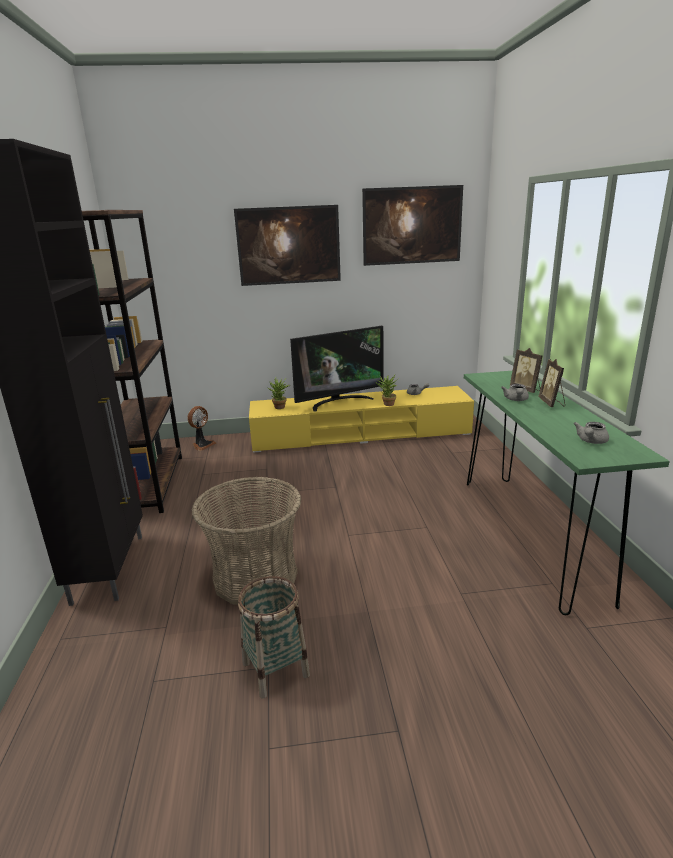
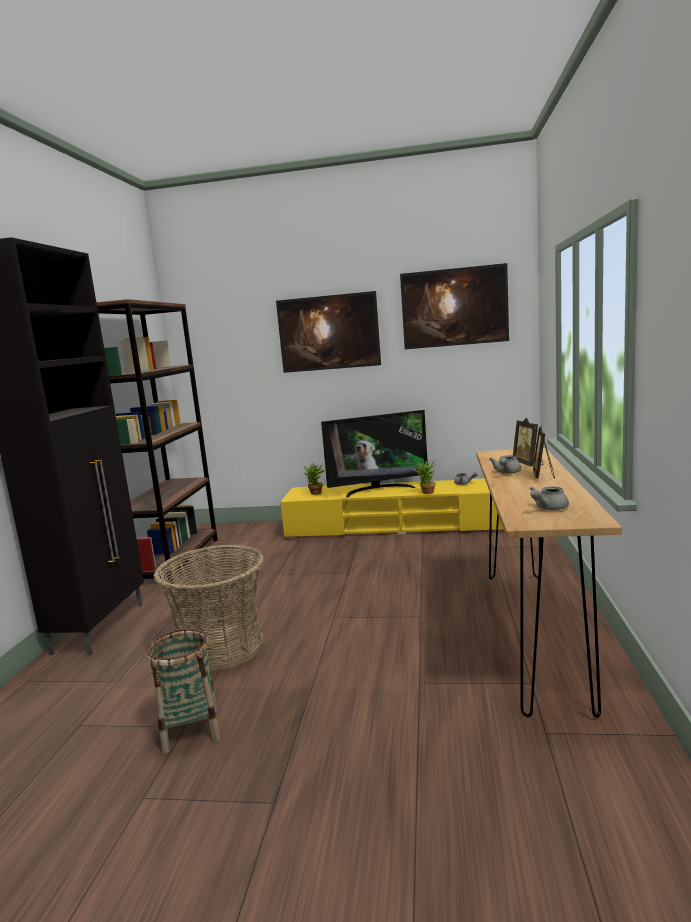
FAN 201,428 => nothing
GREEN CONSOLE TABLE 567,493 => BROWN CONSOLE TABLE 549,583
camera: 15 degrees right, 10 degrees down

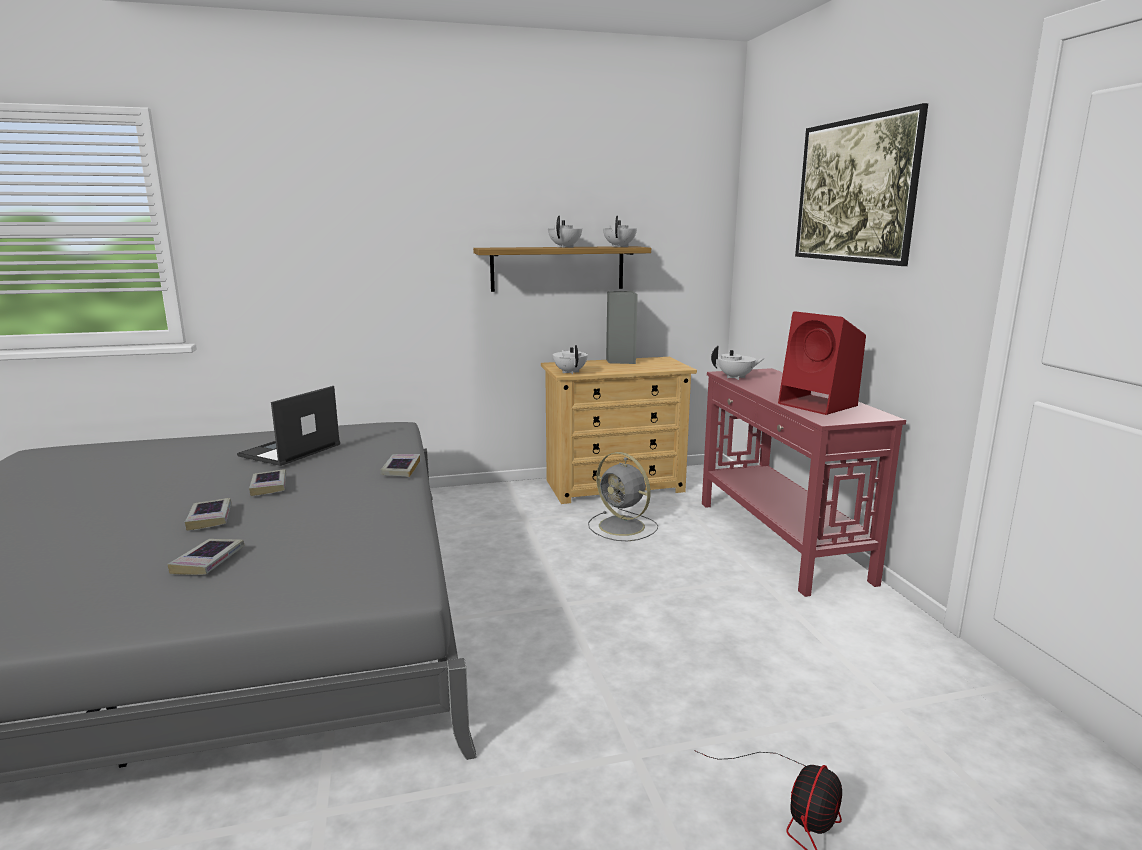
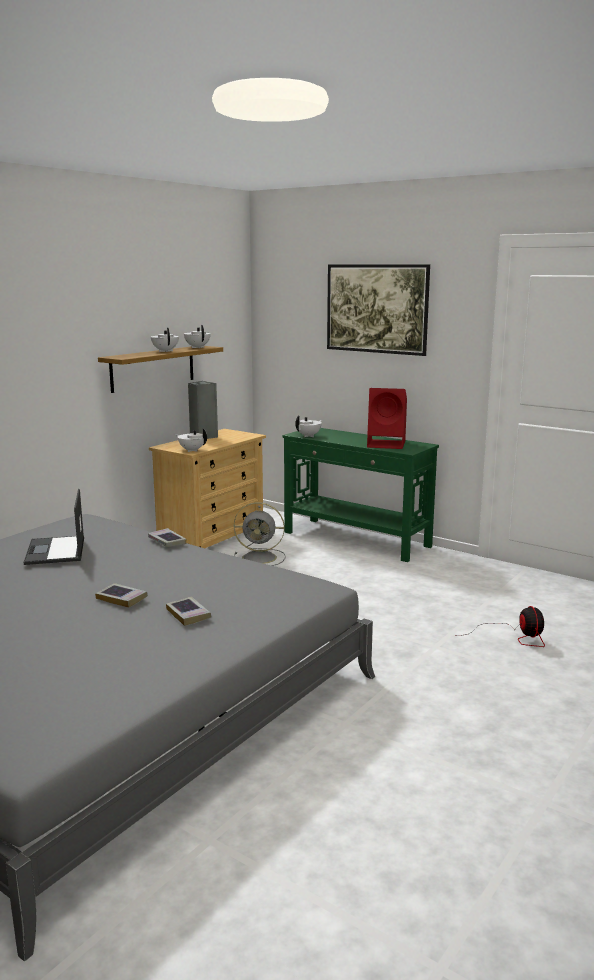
BOOK 267,482 => nothing
RED CONSOLE TABLE 804,482 => GREEN CONSOLE TABLE 360,495
camera: 40 degrees left, 0 degrees up

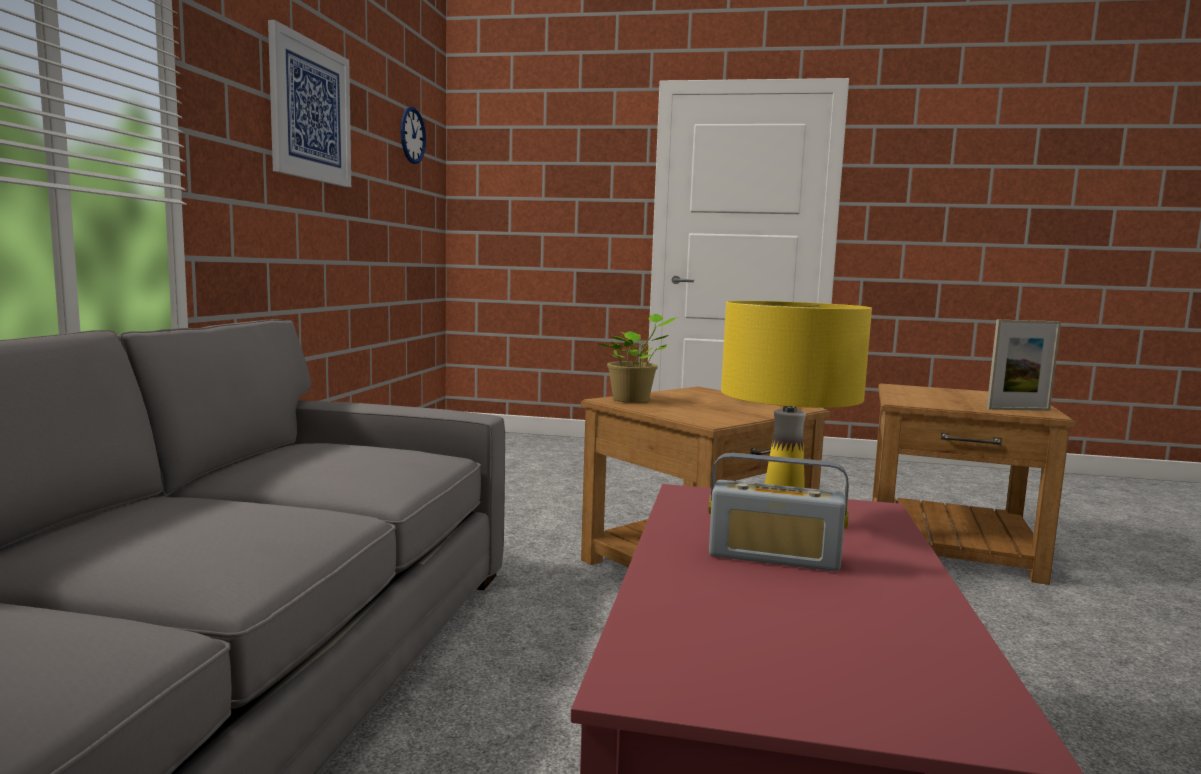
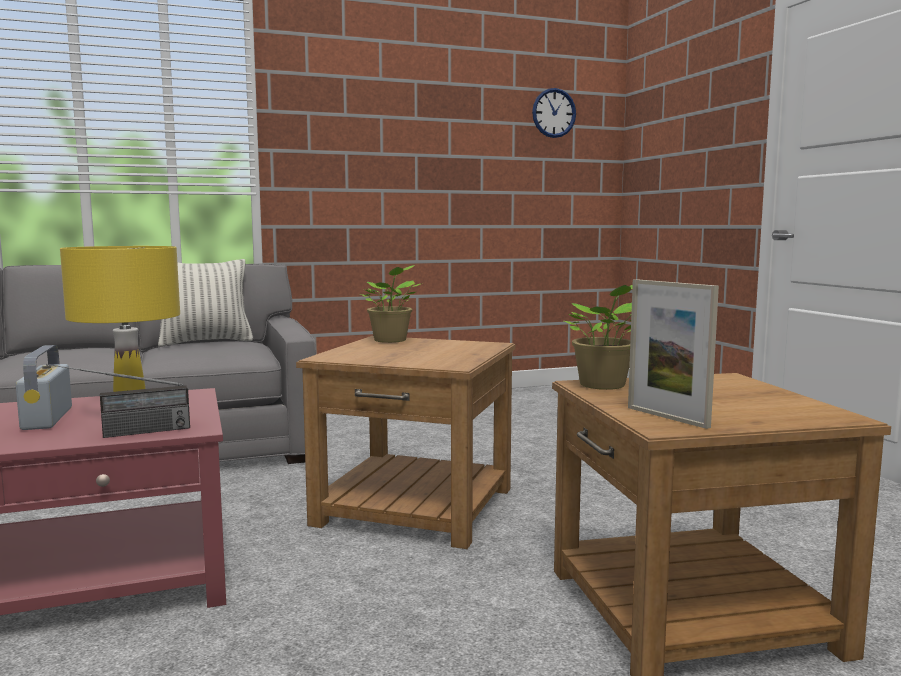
PICTURE 309,103 => nothing
nothing => RADIO 118,401
nothing => PILLOW 205,302
nothing => POTTED PLANT 598,337
camera: 60 degrees right, 0 degrees up

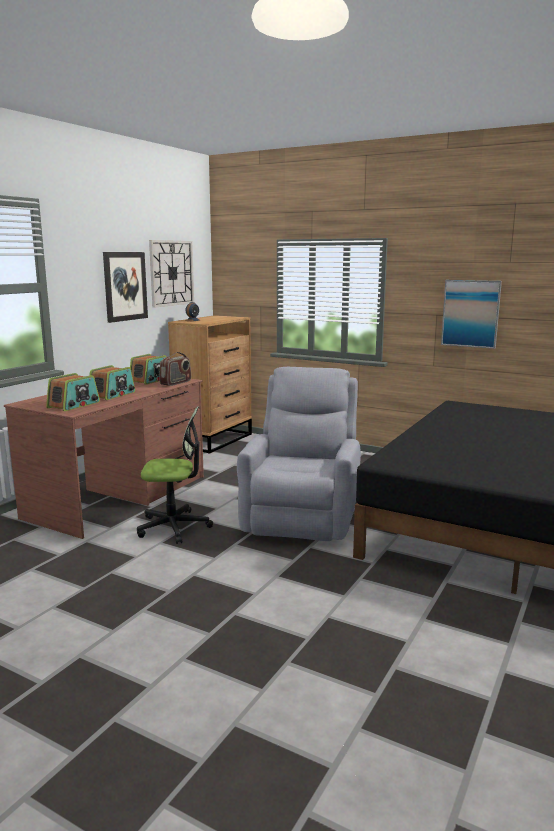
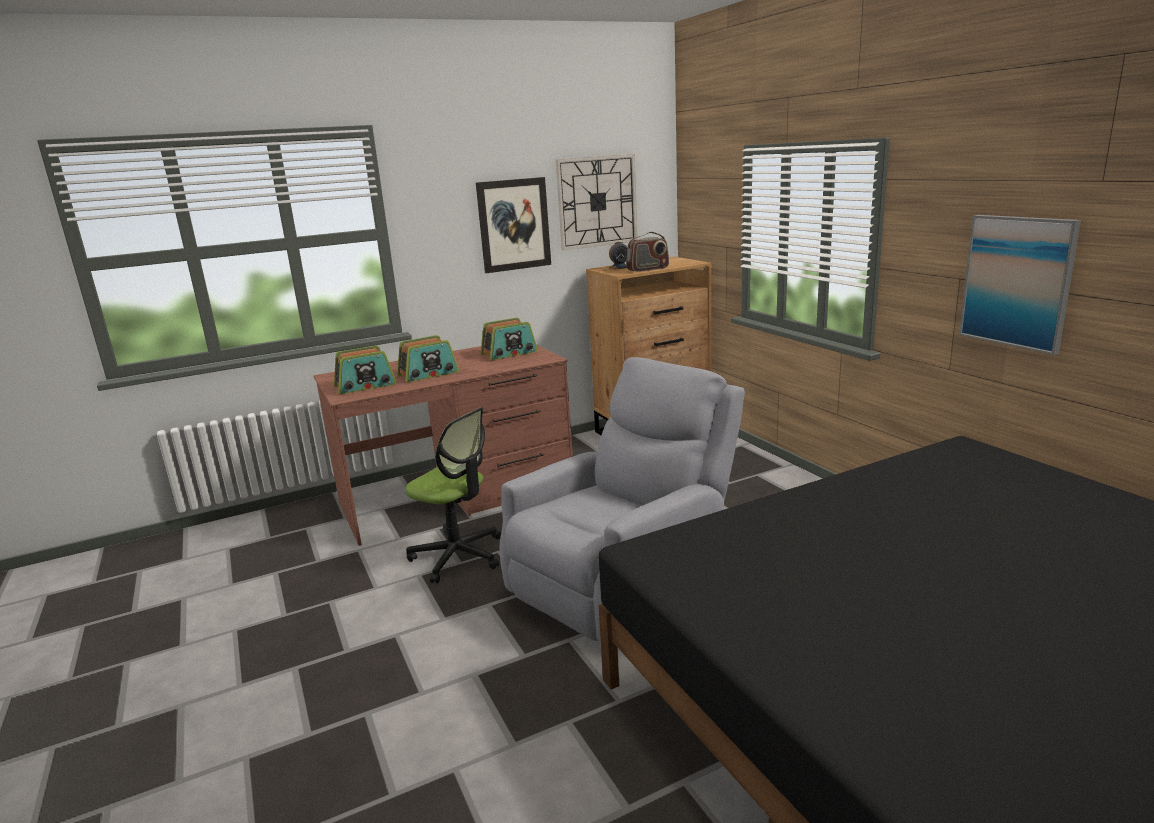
RADIO 175,369 => RADIO 647,252, shifted
camera: 35 degrees right, 5 degrees up

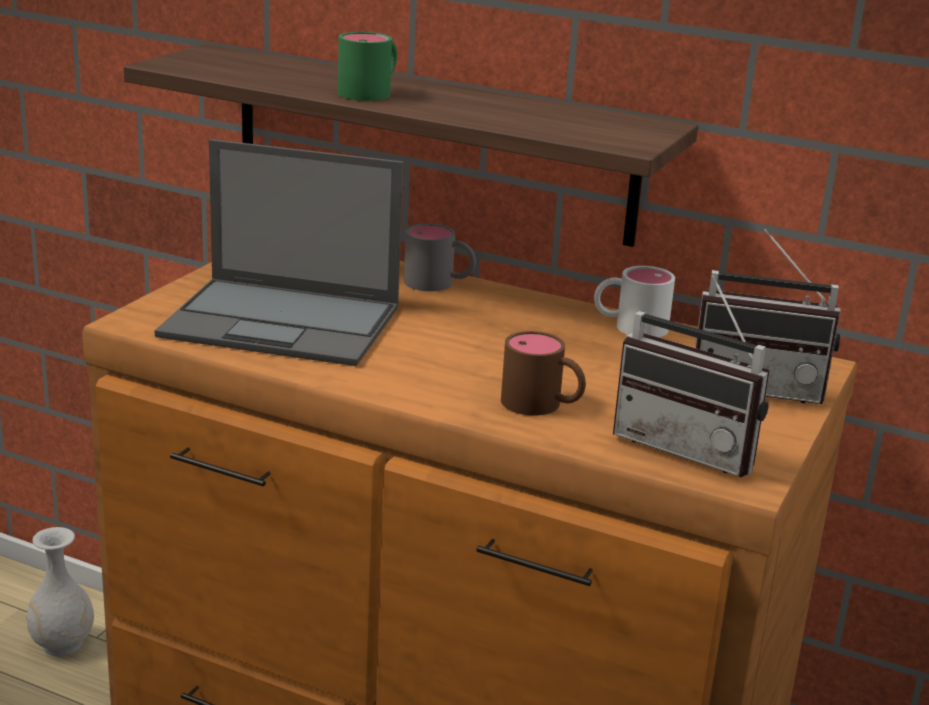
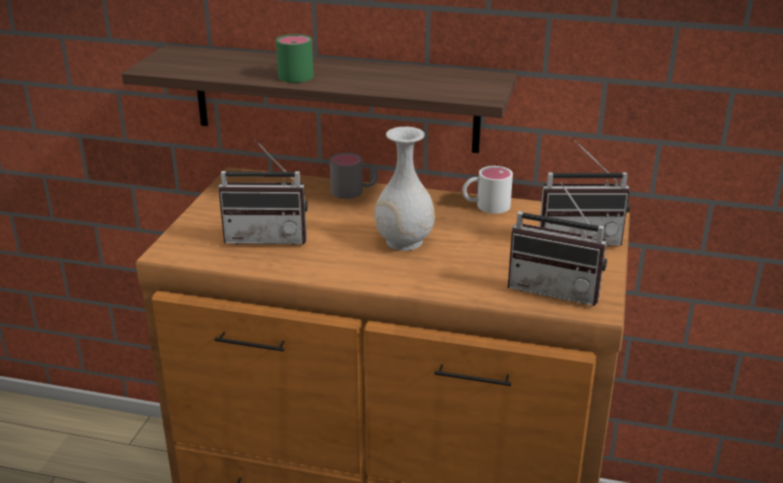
BROWN MUG 543,373 => nothing
WHITE VASE 60,591 => WHITE VASE 404,189, shifted
LAPTOP 279,252 => RADIO 263,192
camera: 10 degrees left, 5 degrees up

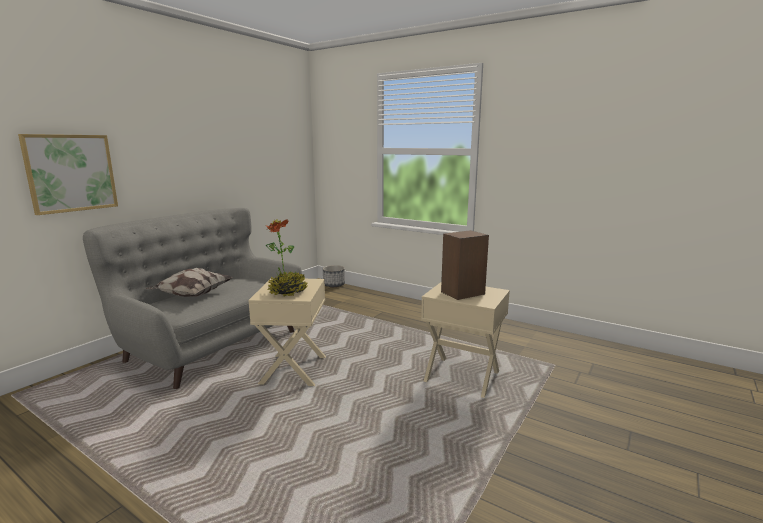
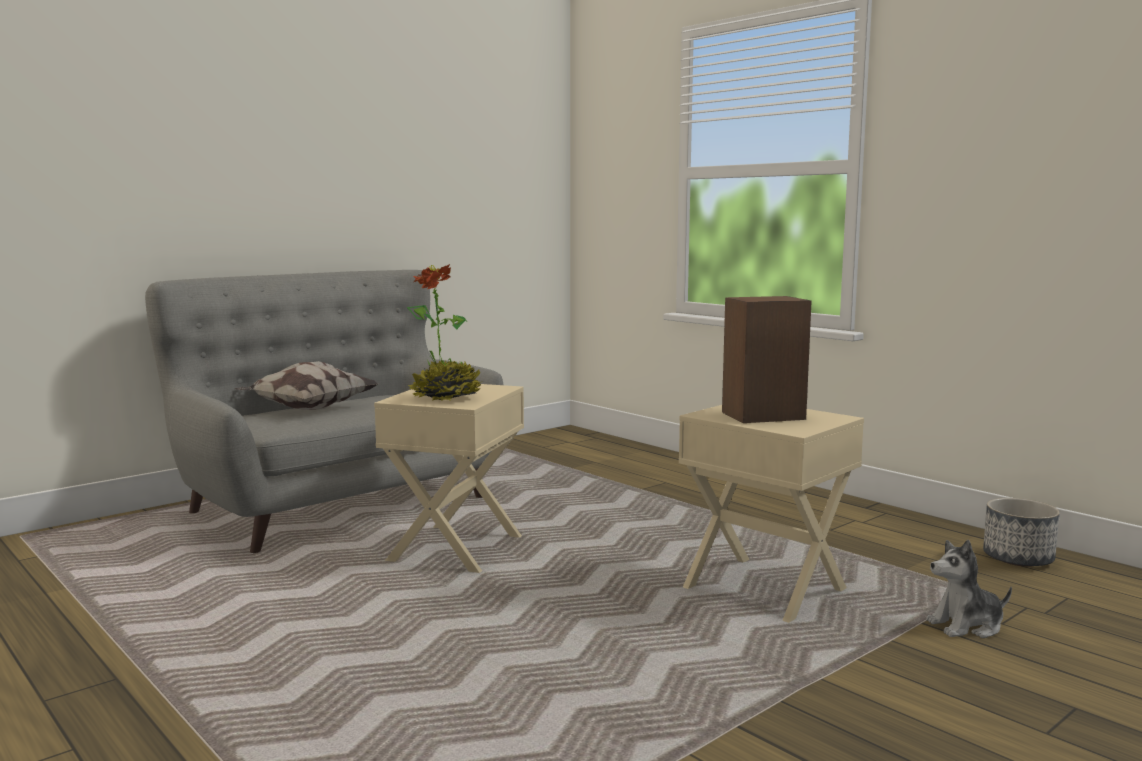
PICTURE 68,174 => nothing
nothing => PLUSH TOY 969,589
PLANTER 334,276 => PLANTER 1021,532, shifted
camera: 15 degrees right, 5 degrees down

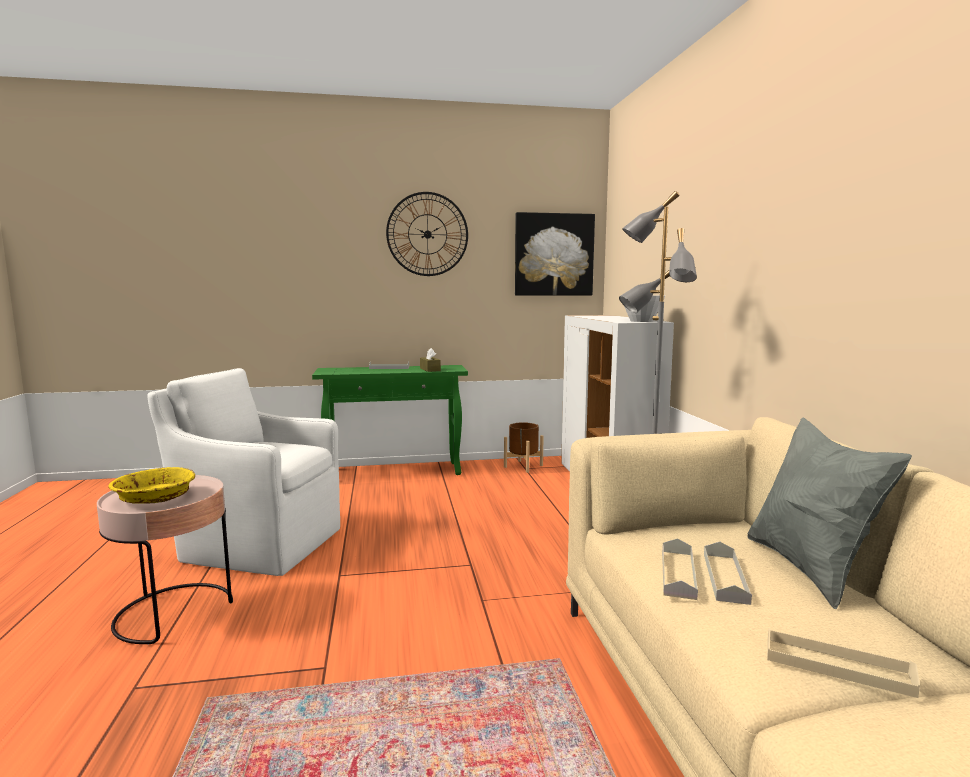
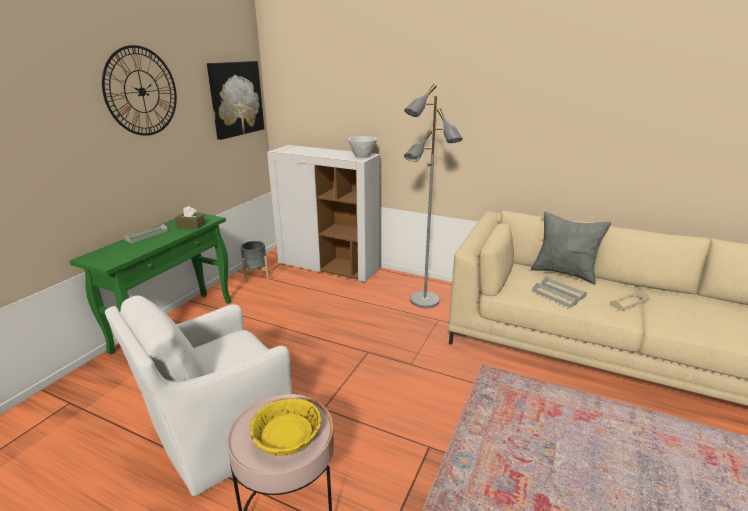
BROWN PLANTER 524,447 => GREY PLANTER 255,261
camera: 55 degrees left, 15 degrees up

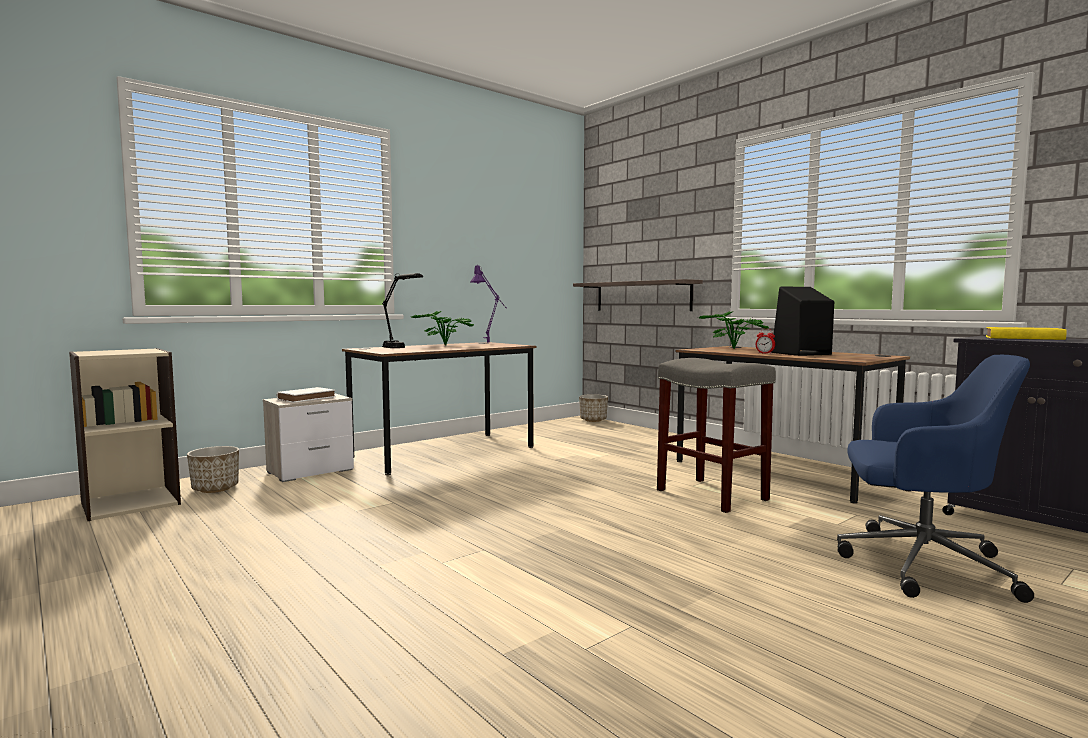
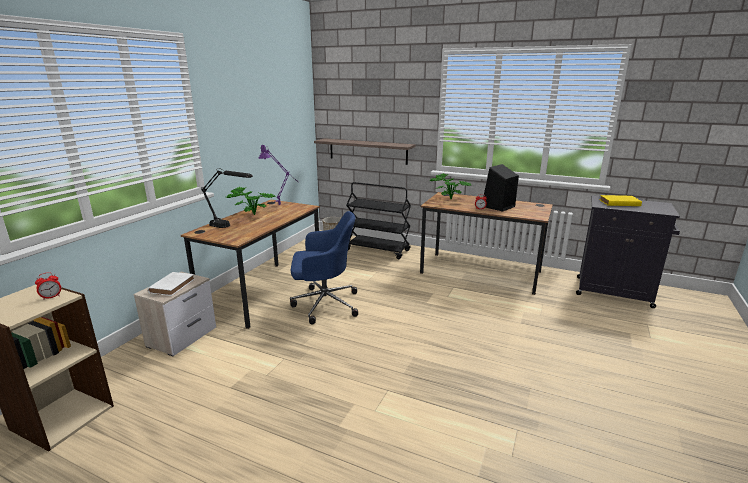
PLANTER 213,469 => nothing
GREY STOOL 716,435 => nothing
nothing => ALARM CLOCK 48,286
nothing => BLACK CART 378,220
BLUE OFFICE CHAIR 935,479 => BLUE OFFICE CHAIR 324,267, shifted
camera: 25 degrees left, 15 degrees up

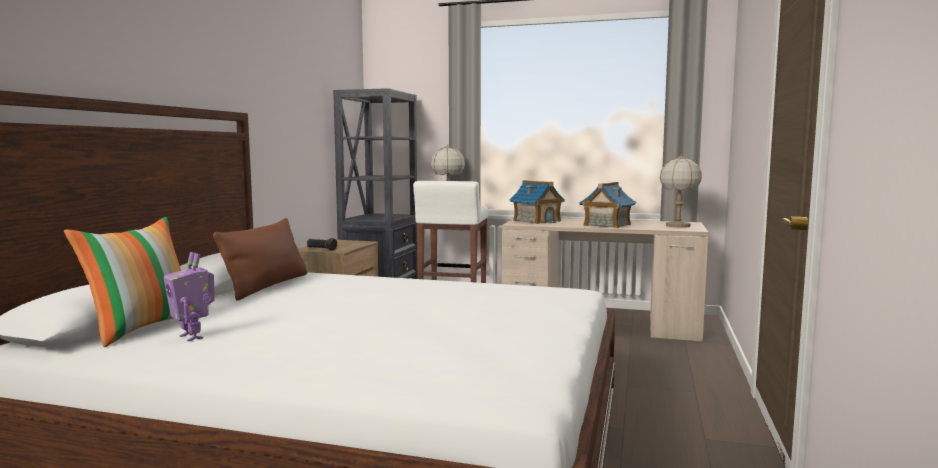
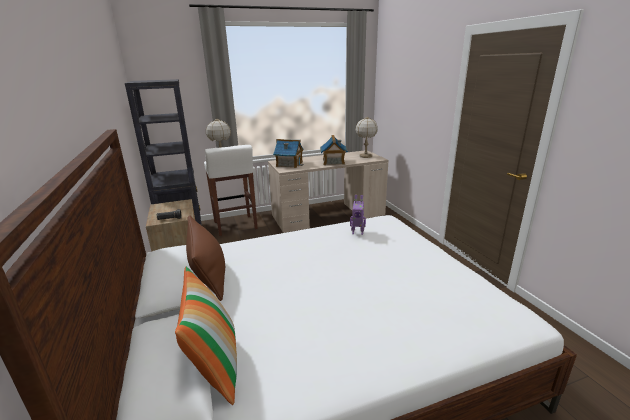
TOY ROBOT 189,296 => TOY ROBOT 358,215, shifted
camera: 35 degrees left, 15 degrees up

